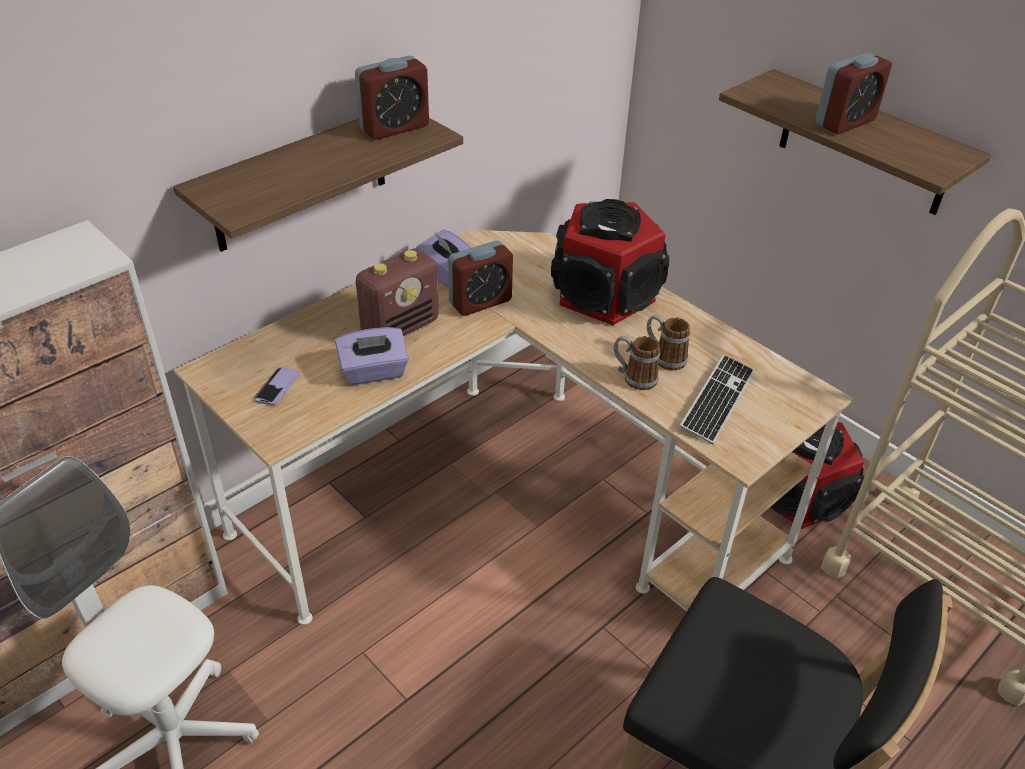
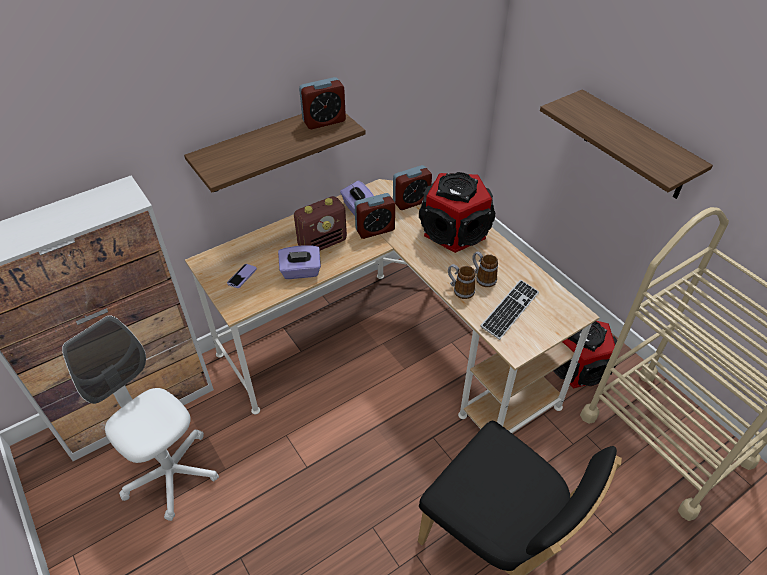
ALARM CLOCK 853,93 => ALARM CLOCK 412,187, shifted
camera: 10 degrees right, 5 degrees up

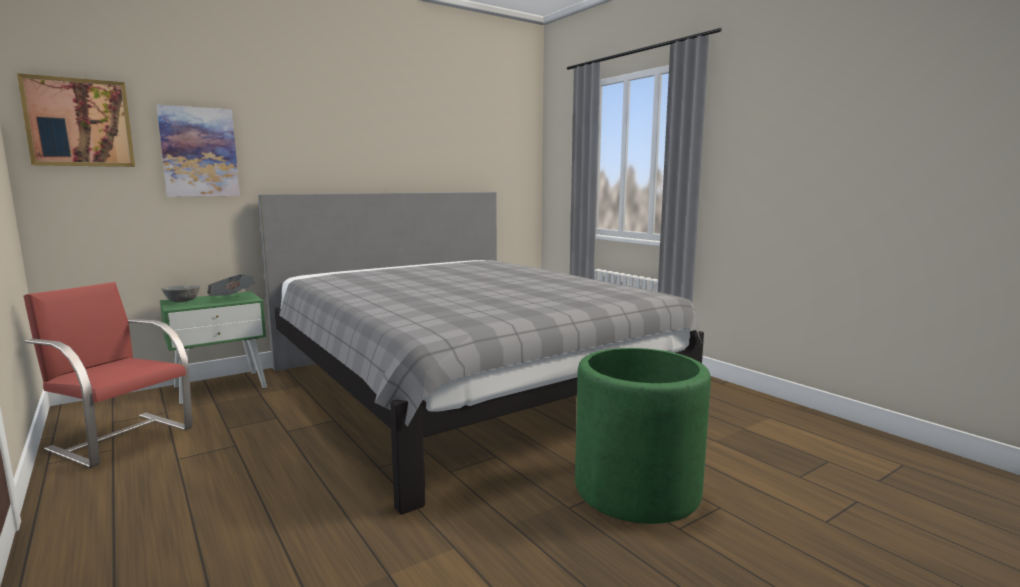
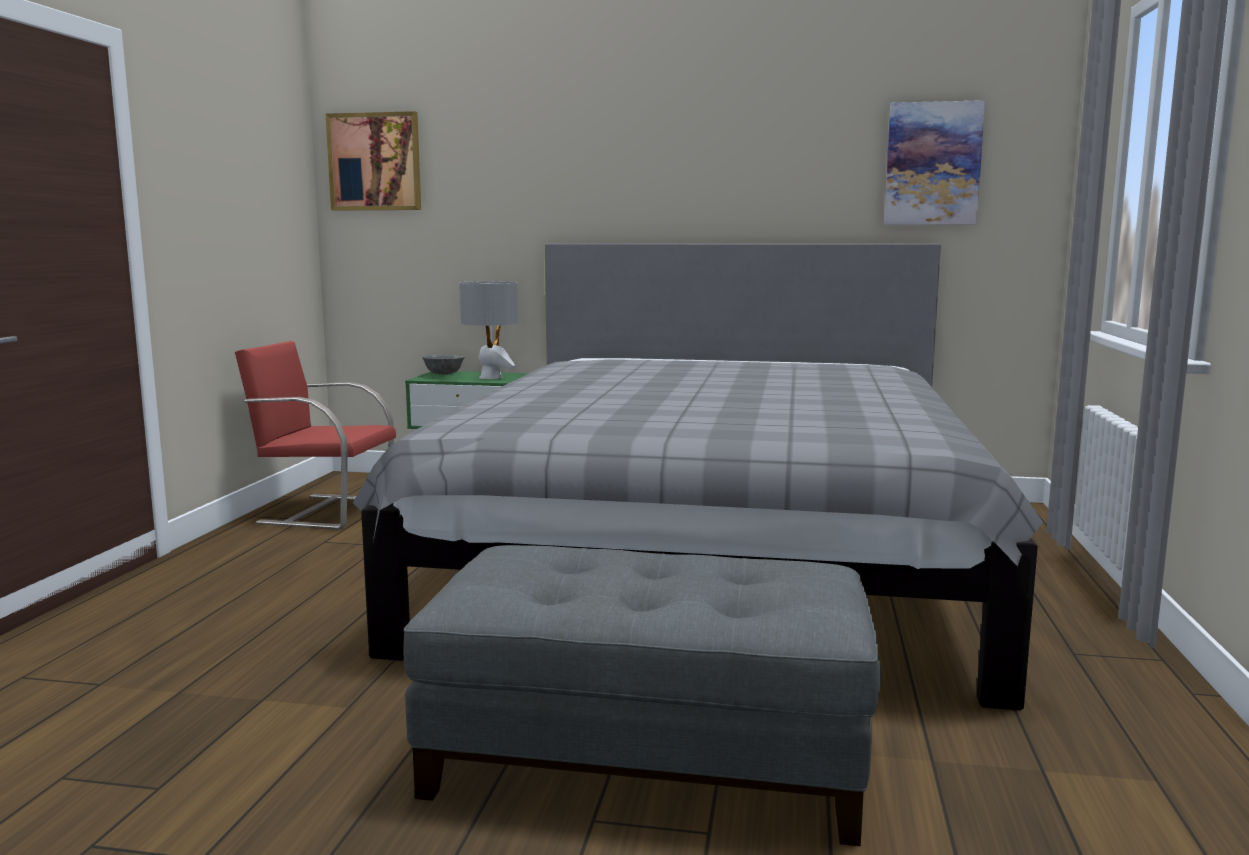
PICTURE 198,151 => PICTURE 934,162, shifted
NEWSPAPER 231,285 => GREY TABLE LAMP 488,330
GREEN PLANTER 643,436 => GREY OTTOMAN 642,695
RED CHAIR 108,375 => RED CHAIR 315,435, 60 degrees counterclockwise
camera: 45 degrees right, 0 degrees up

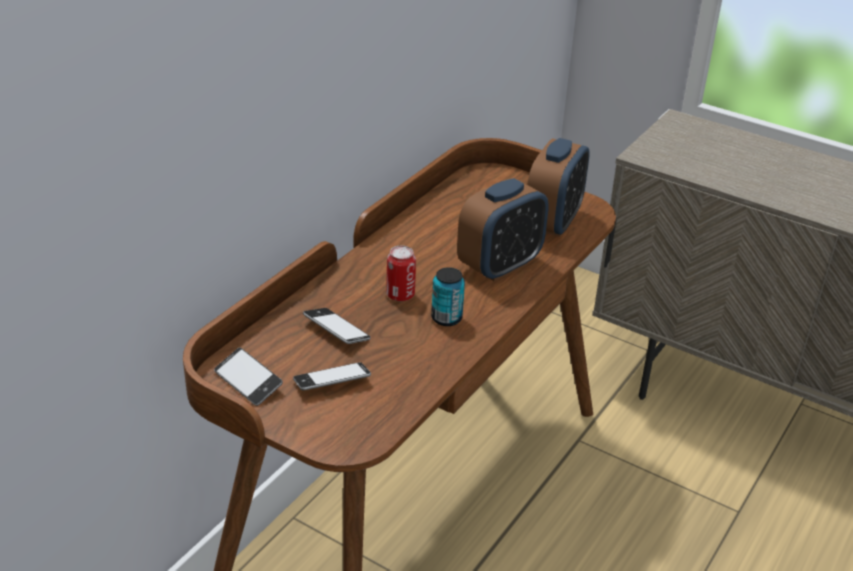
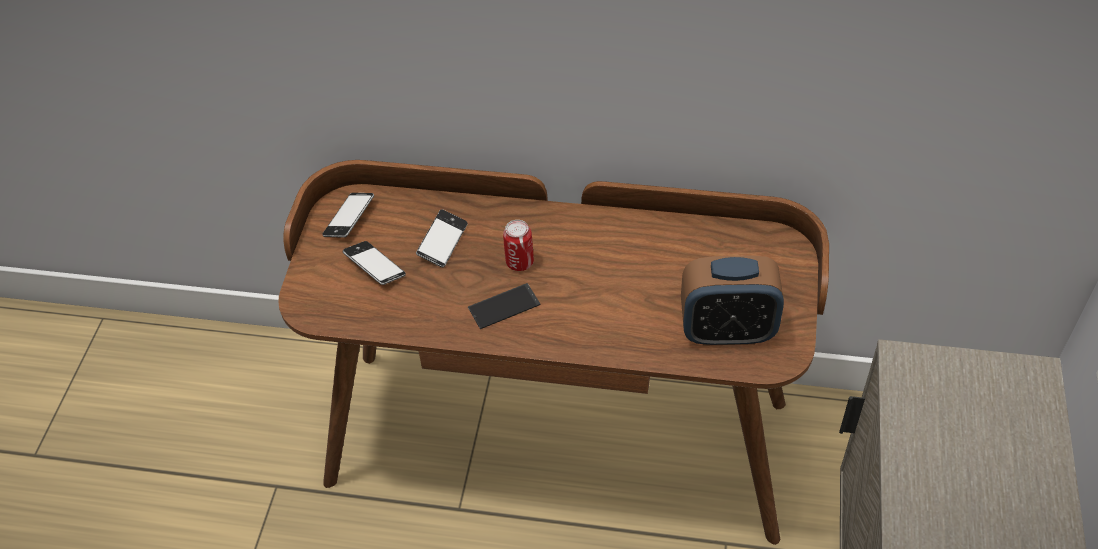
ALARM CLOCK 503,229 => nothing
CAN 448,296 => PHONE 504,306
camera: 70 degrees right, 15 degrees up

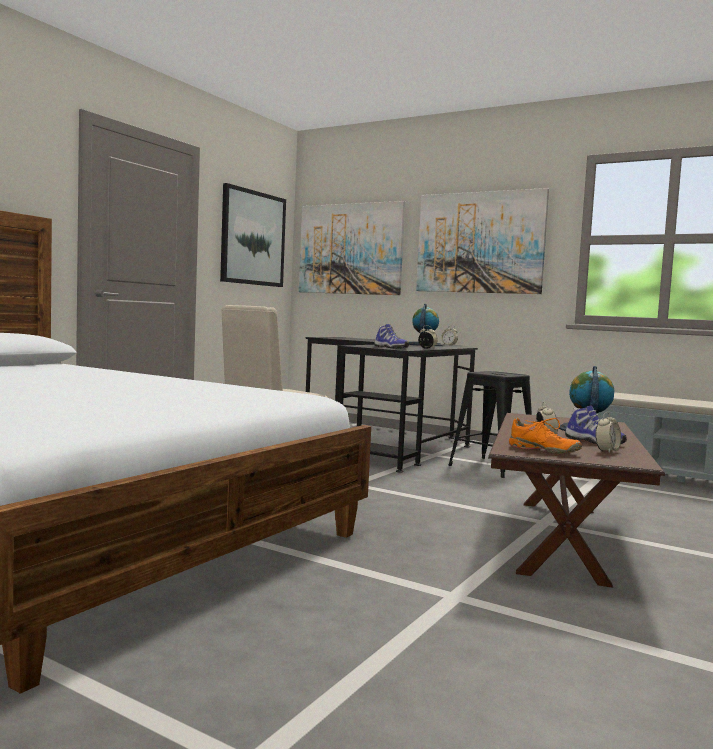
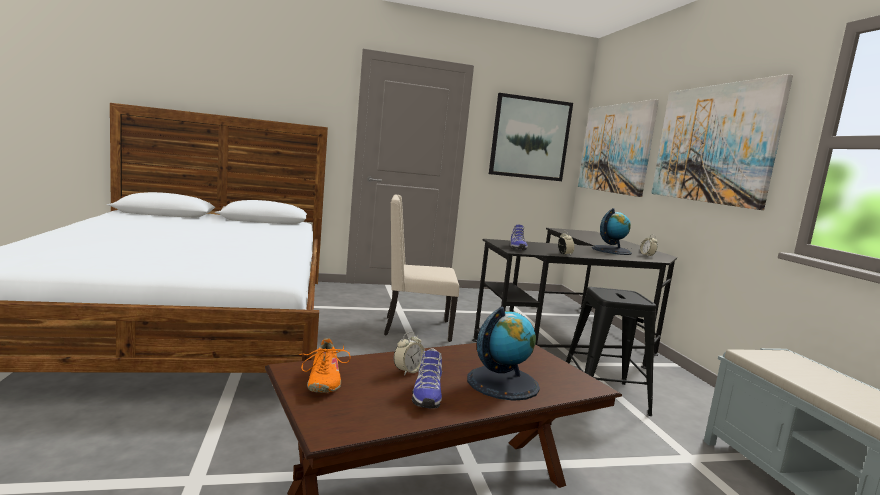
ALARM CLOCK 608,432 => nothing
camera: 45 degrees right, 5 degrees up

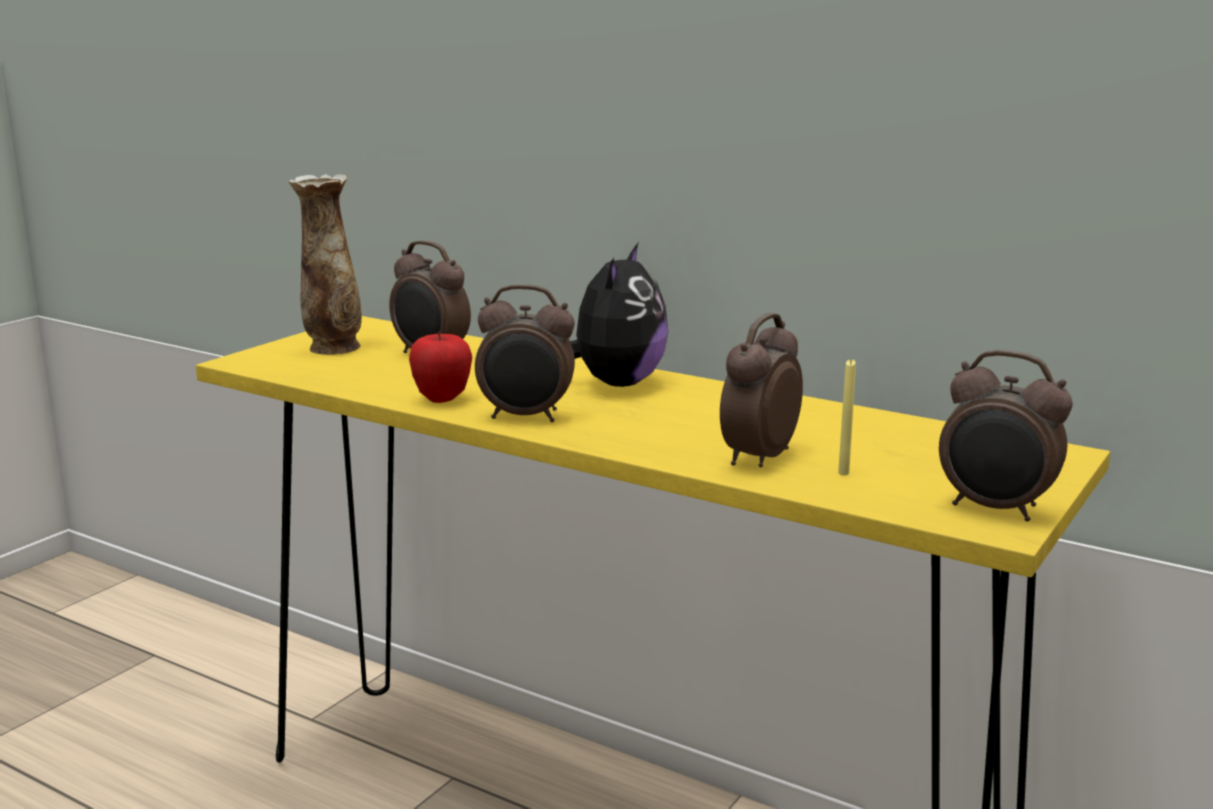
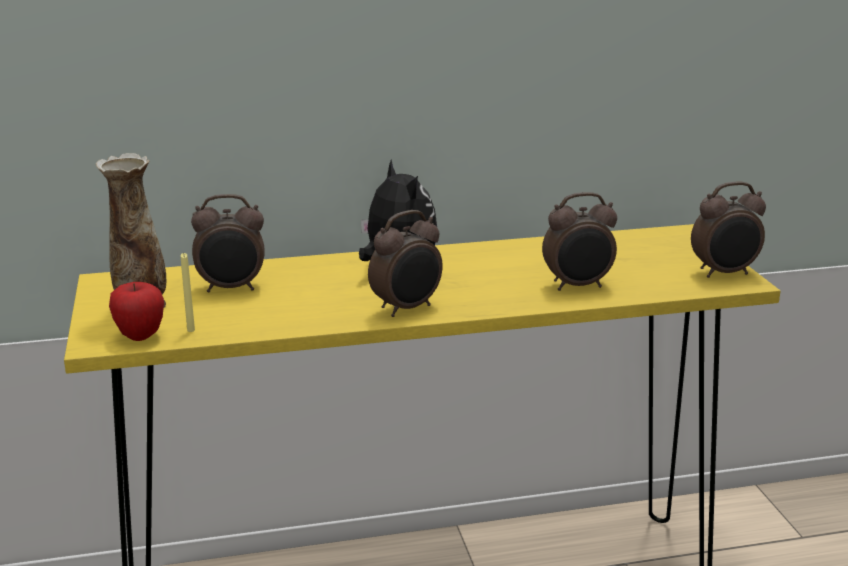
APPLE 440,367 => APPLE 136,311, shifted
YELLOW CANDLE 847,417 => YELLOW CANDLE 188,292, shifted
ALARM CLOCK 761,390 => ALARM CLOCK 579,241, 90 degrees counterclockwise
camera: 45 degrees left, 5 degrees up

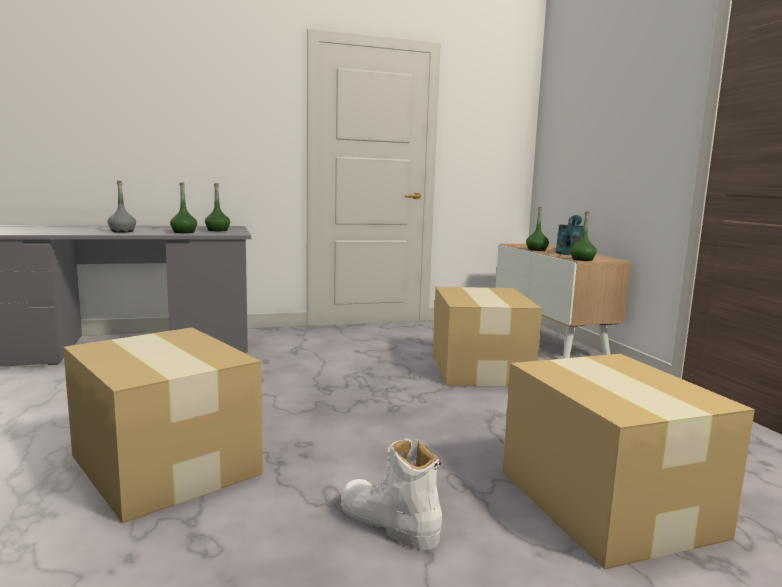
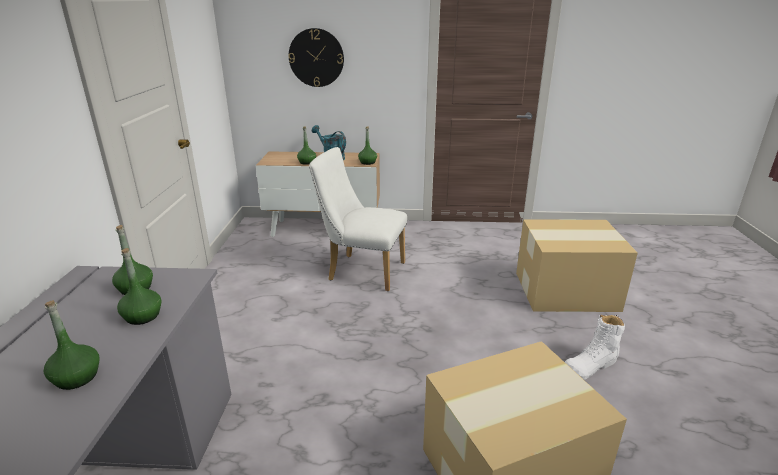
nothing => WALL CLOCK 316,57
CARDBOARD BOX 487,336 => WHITE CHAIR 358,219
GREY BOTTLE 121,206 => GREEN BOTTLE 71,345
camera: 70 degrees left, 15 degrees up

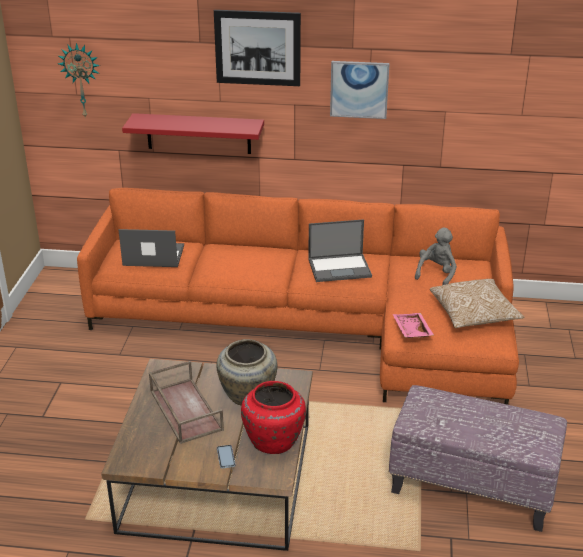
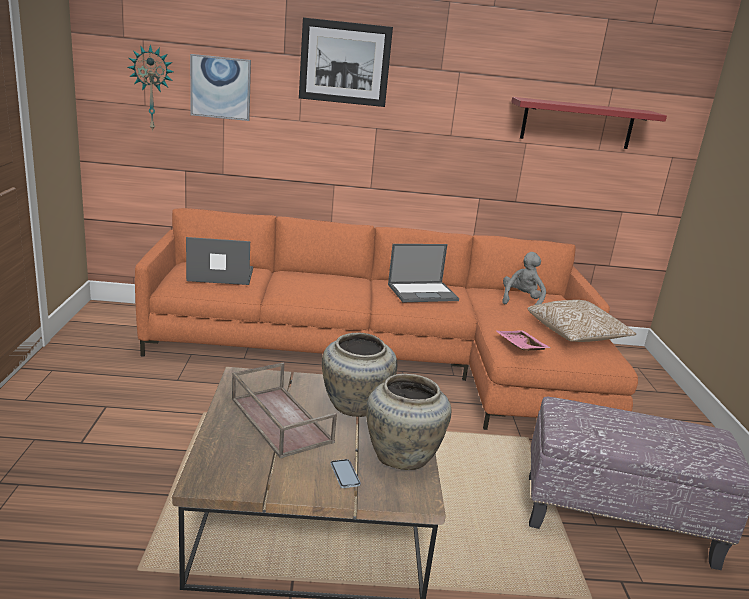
RED SHELF 193,133 => RED SHELF 589,123, shifted
PICTURE 360,90 => PICTURE 220,87, shifted
RED VASE 273,417 => BEIGE VASE 408,422
camera: 10 degrees left, 10 degrees down

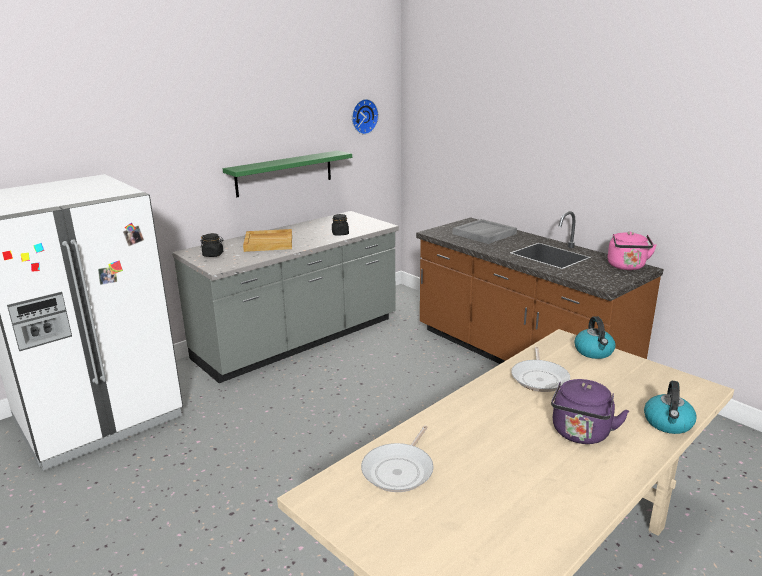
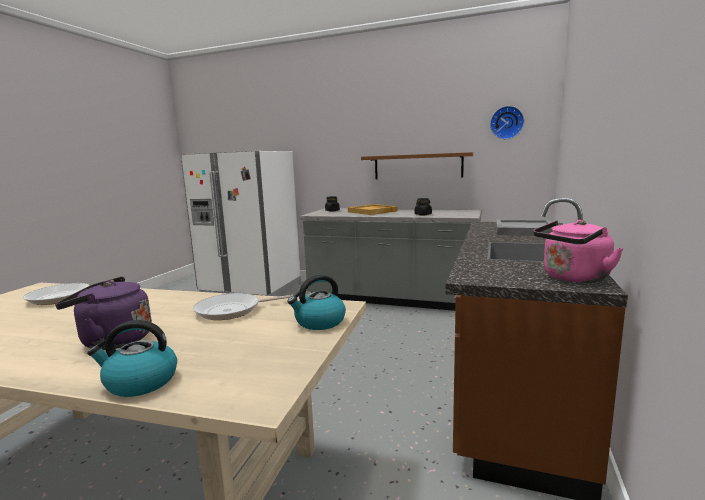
GREEN SHELF 287,174 => BROWN SHELF 417,165
camera: 60 degrees right, 10 degrees down

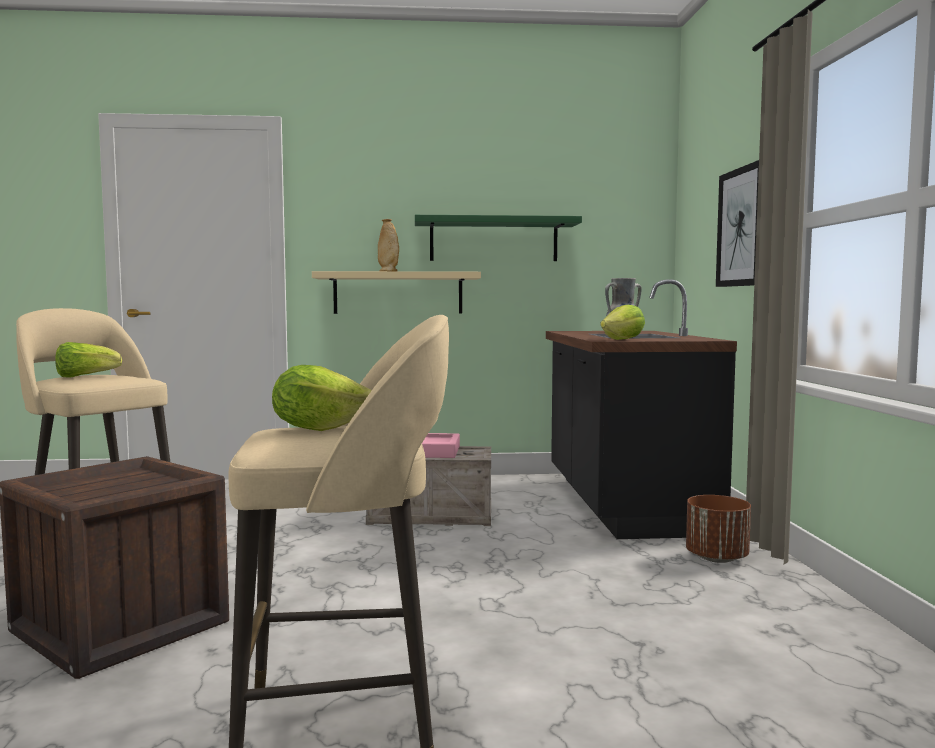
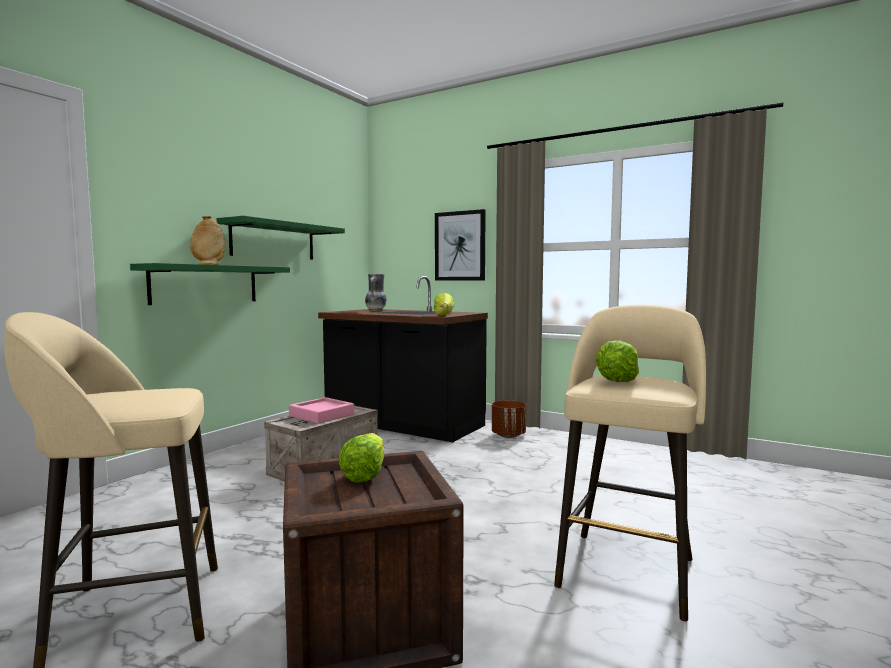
LETTUCE 88,360 => LETTUCE 361,458, shifted
BEIGE SHELF 396,292 => GREEN SHELF 210,284
camera: 55 degrees left, 0 degrees up

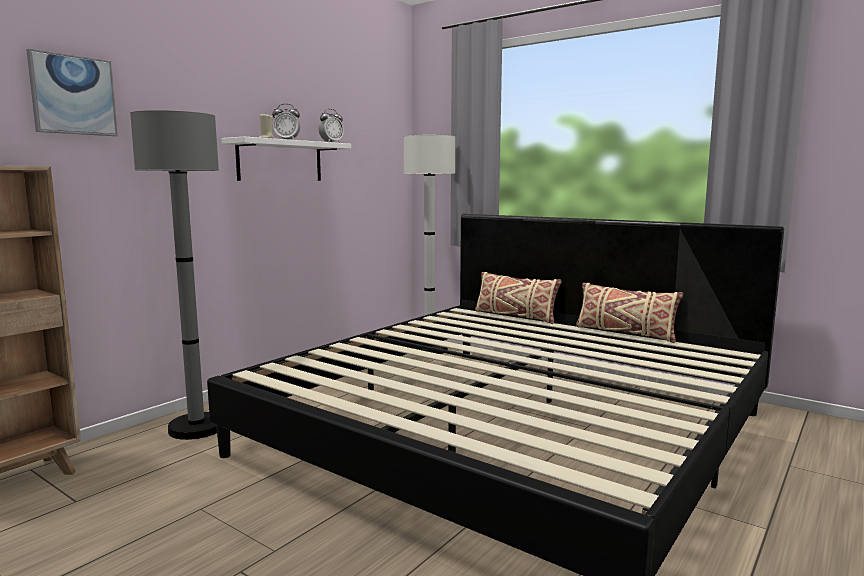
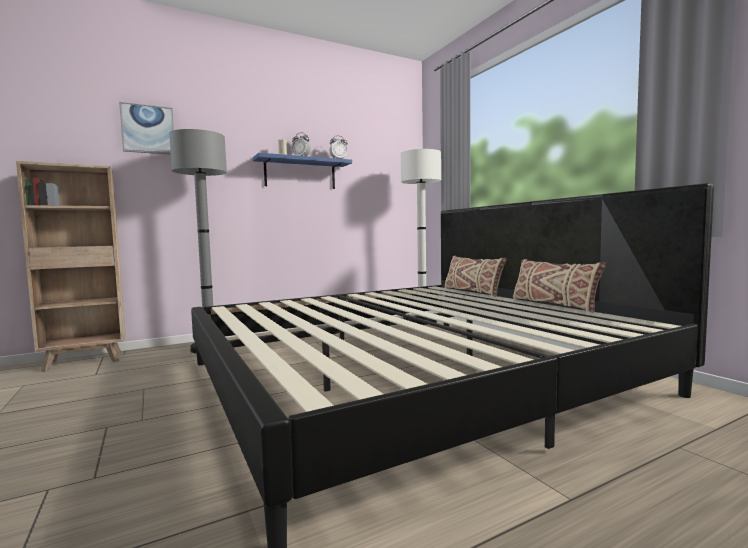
WHITE SHELF 286,159 => BLUE SHELF 302,171
camera: 25 degrees right, 5 degrees down

